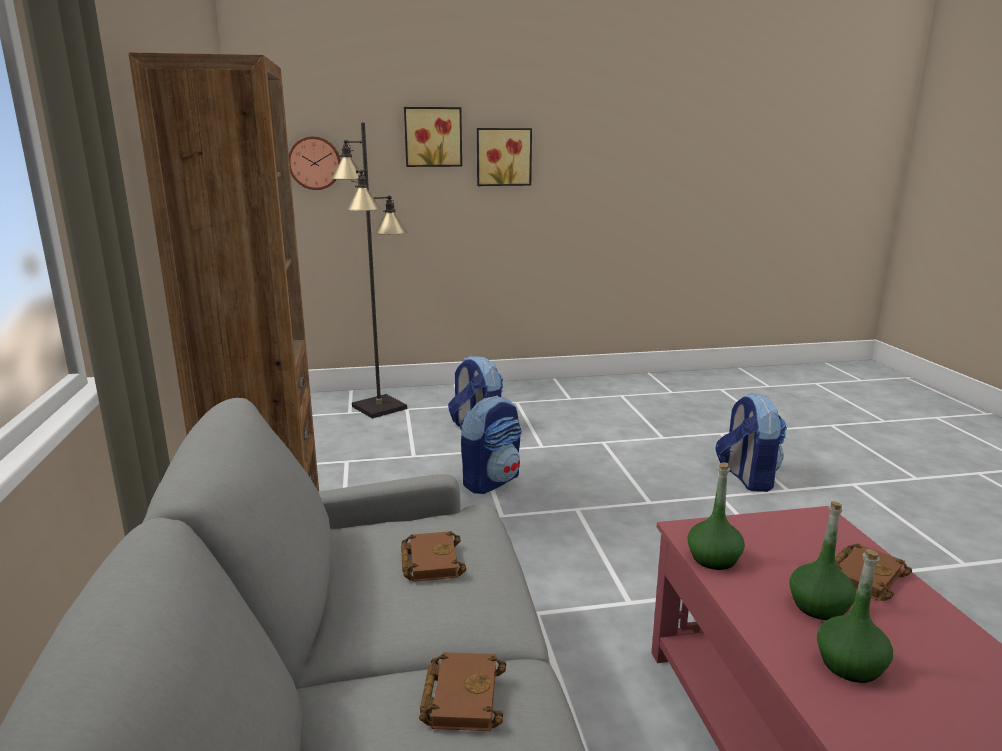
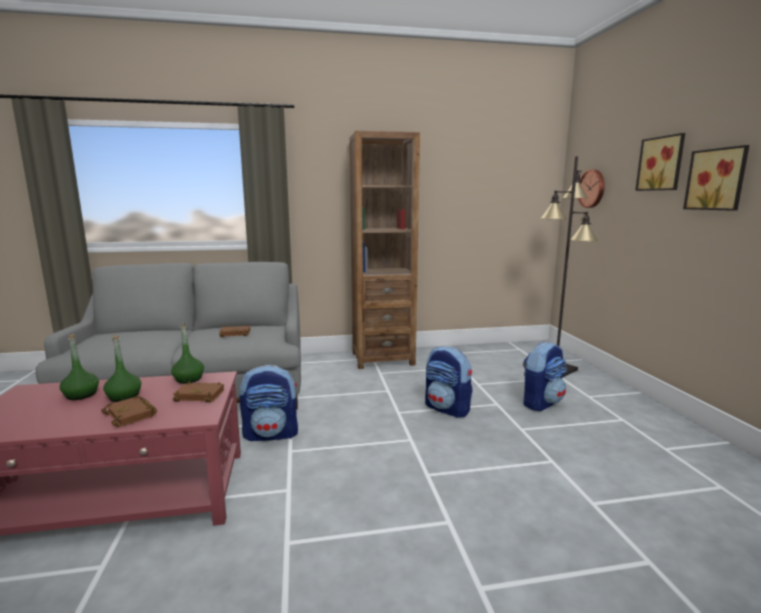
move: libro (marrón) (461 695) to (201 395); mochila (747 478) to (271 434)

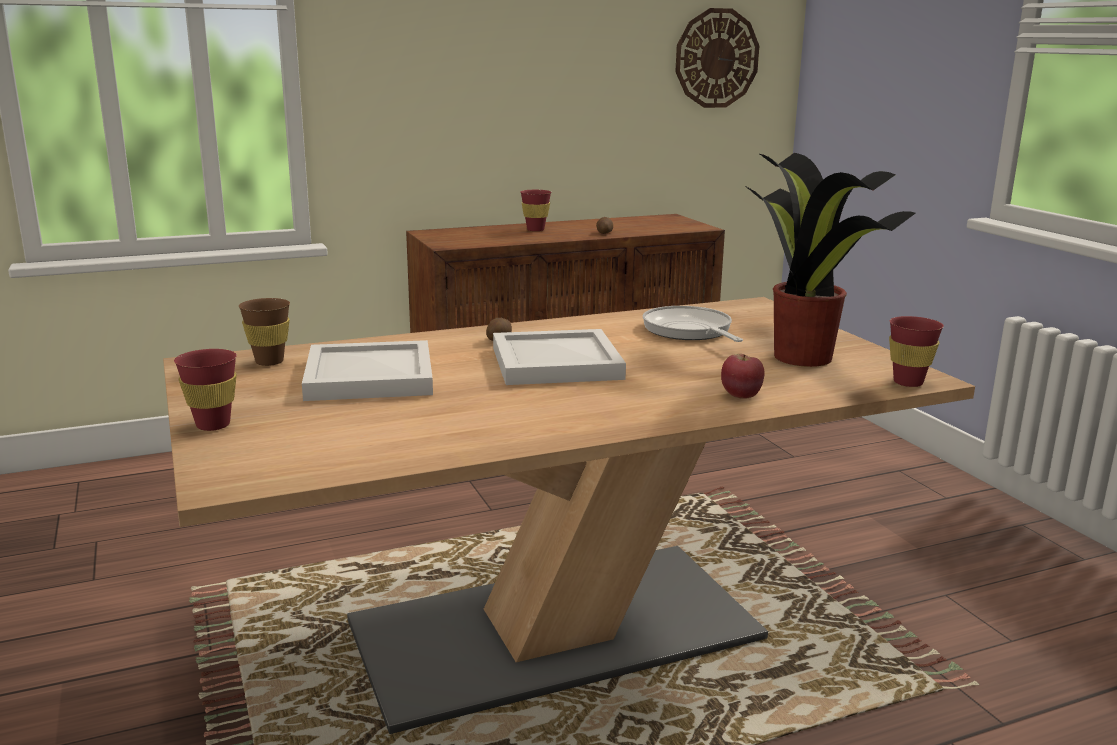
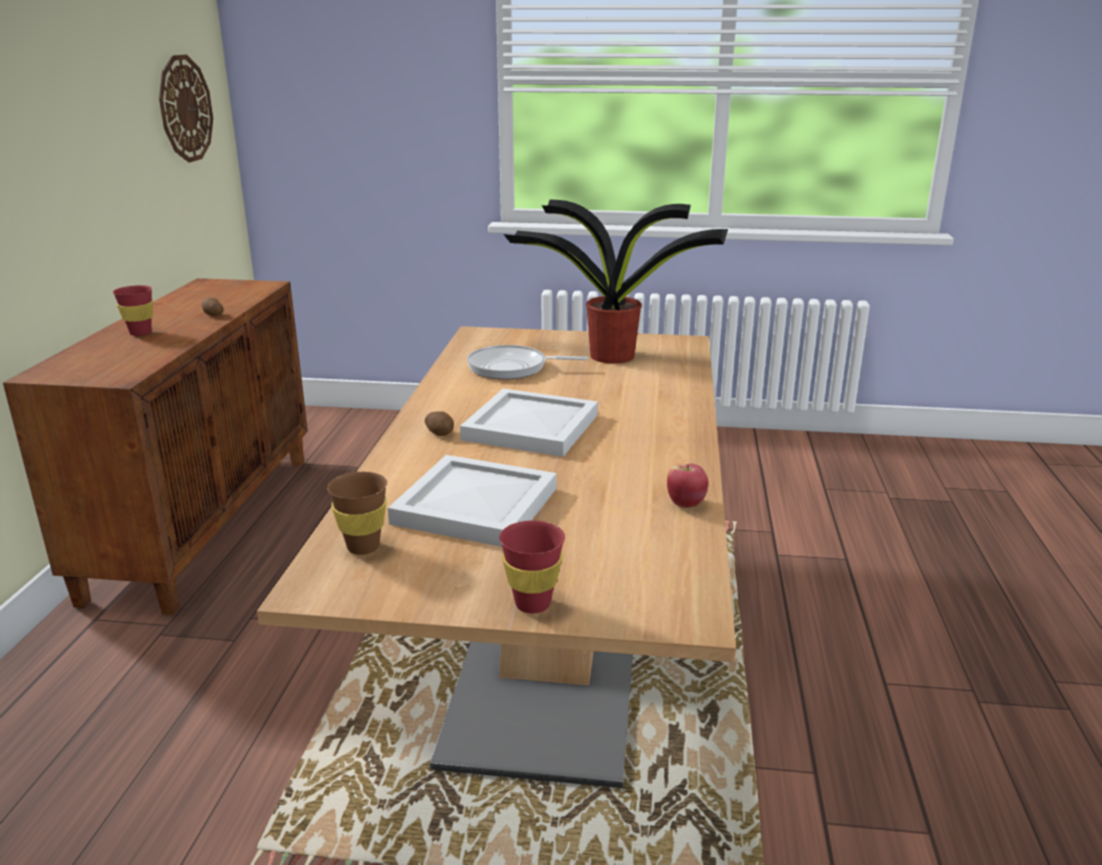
delete: taza (rojo) (908 382)
move: manzana (741 396) to (686 504)

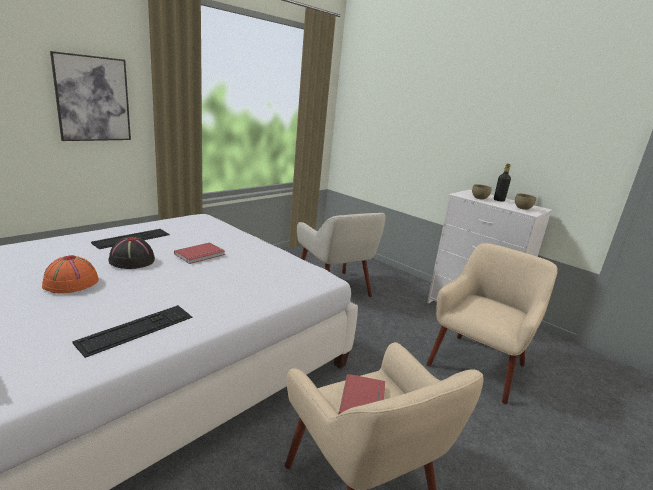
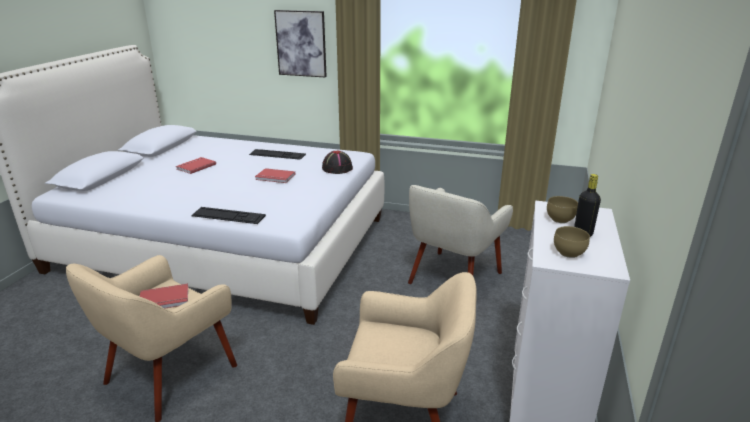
move: teclado (136 329) to (228 215); sombrero (negro) (131 260) to (337 168)
replace: sombrero (naranja) (70 283) to libro (rojo) (195 166)

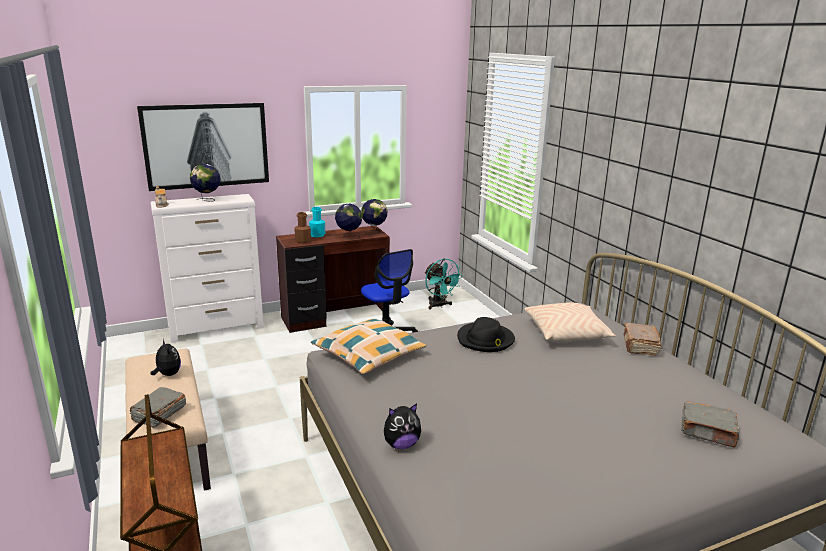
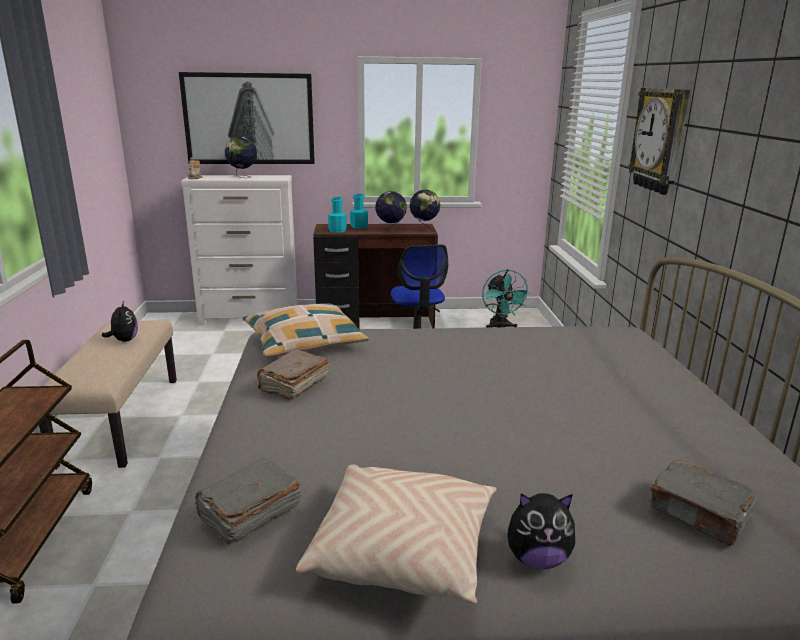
delete: sombrero (negro) (485 340)
insert: reloj de pared (661 140)
move: libro (gris) (159 414) to (248 514); libro (marrón) (639 346) to (293 385); cojín (beis) (567 334) to (403 551); peluche (401 444) to (537 559)
recolor: botella (marrón) (303 241) to botella (turquesa) (337 230)

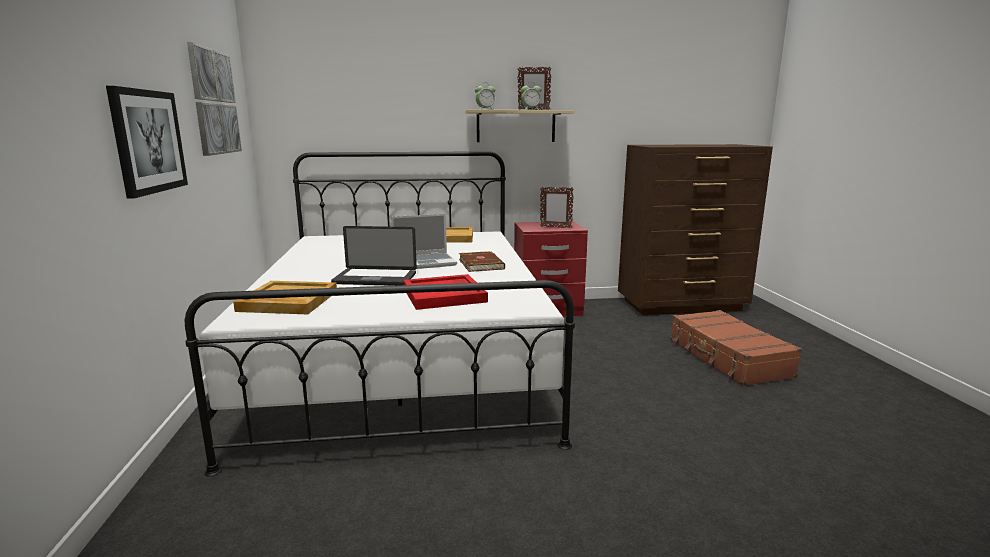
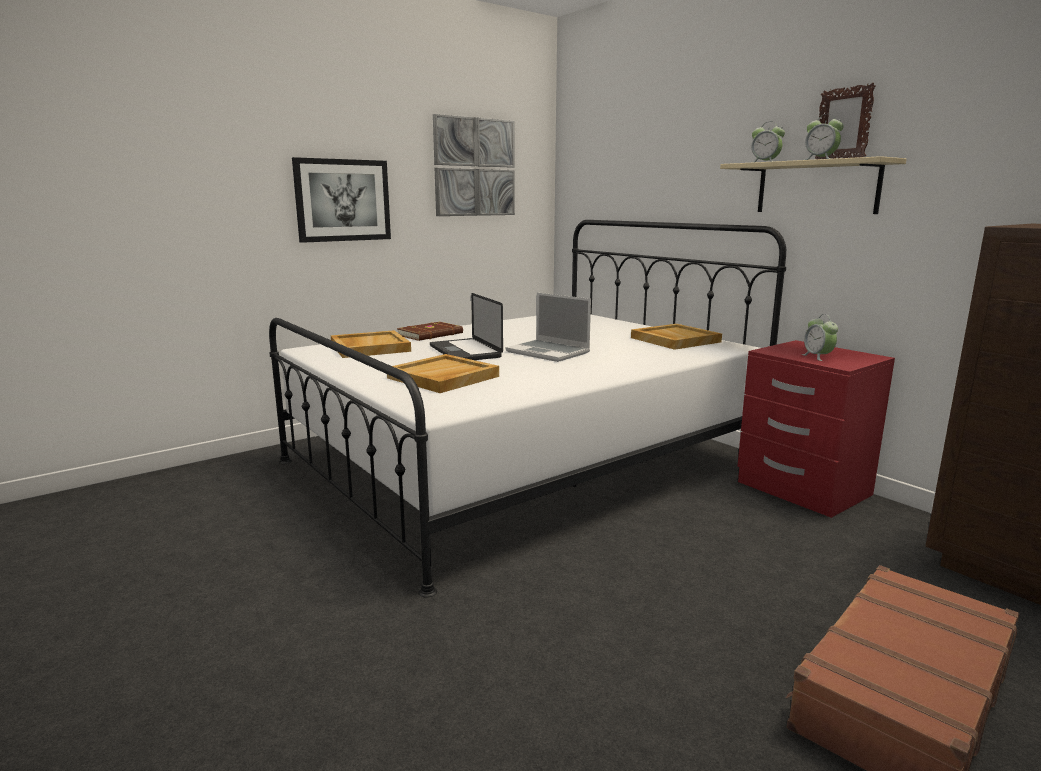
move: libro (marrón) (482 264) to (431 334)
replace: portarretratos (555 227) to despertador (818 357)
recolor: bandeja (rojo) (445 295) to bandeja (beis) (443 377)

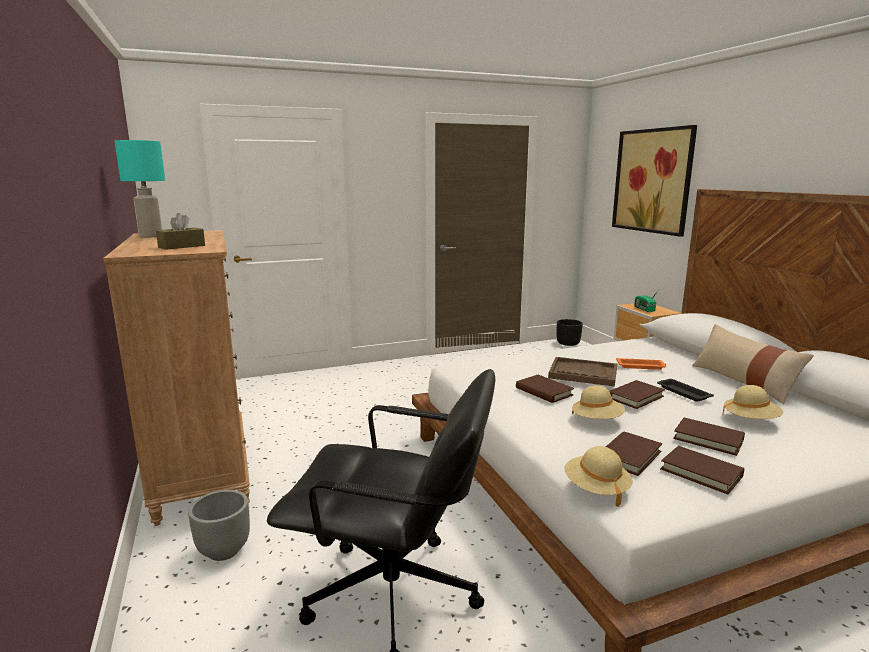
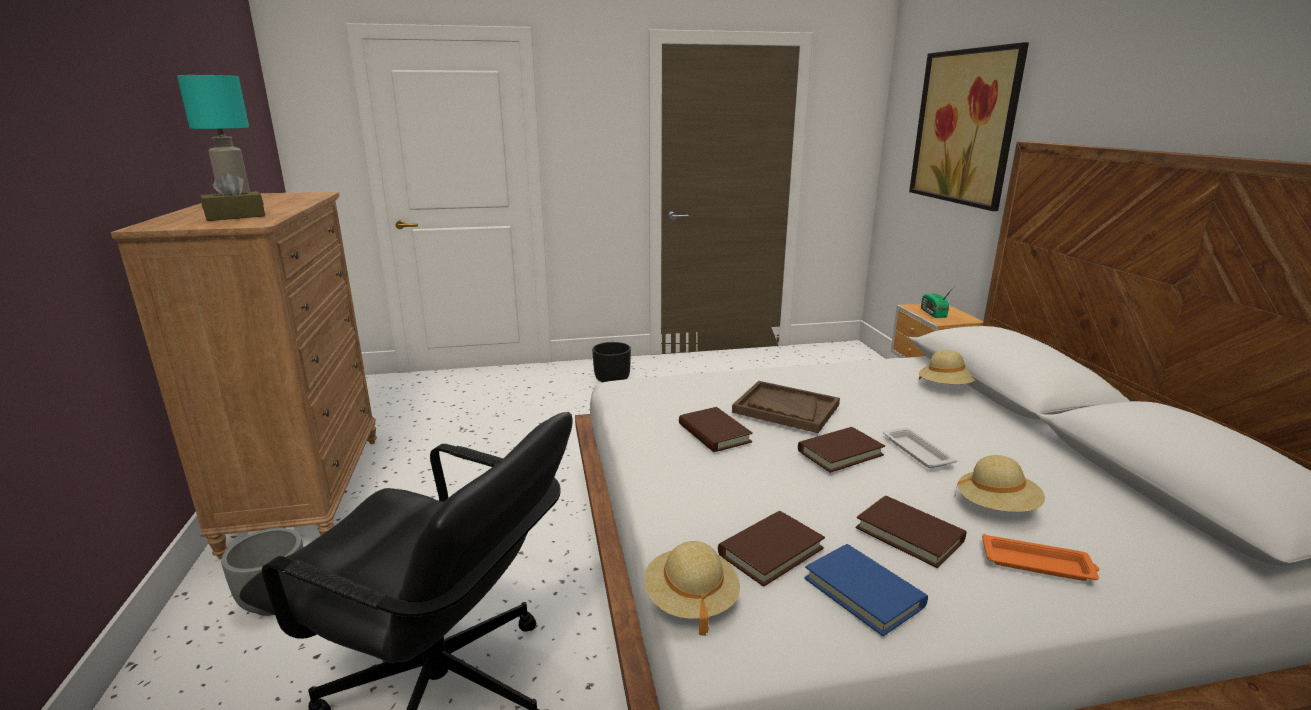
delete: cojín (beis) (743 382)
move: maceta (negro) (568 343) to (612 379); sombrero (beis) (597 420) to (946 387); bandeja (naranja) (641 366) to (1038 564)
recolor: libro (marrón) (701 472) to libro (azul) (863 592); bandeja (negro) (682 392) to bandeja (blanco) (916 451)

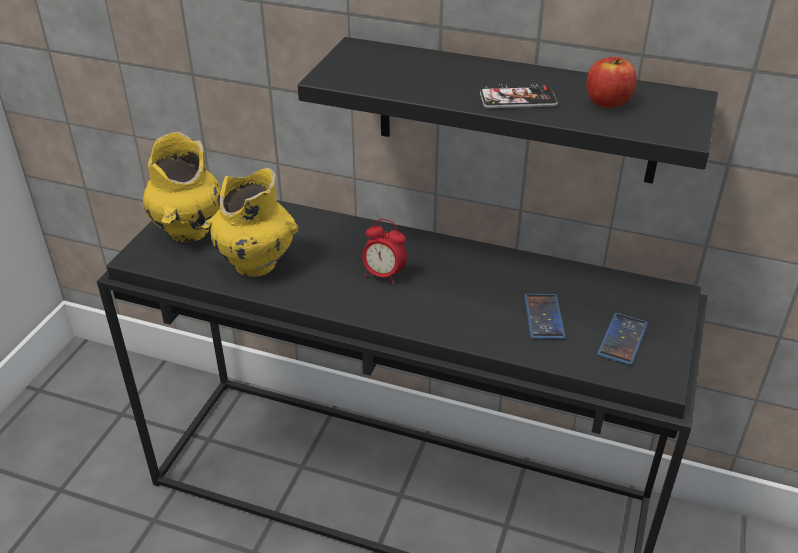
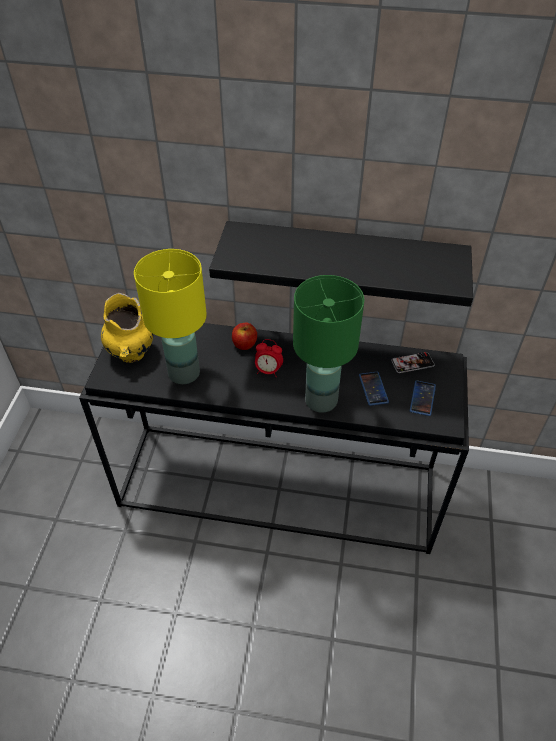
insert: lámpara de mesa (verde) (320 401)
move: manzana (607 102) to (244 344); móvil (518 99) to (412 363)
replace: florero (amarillo) (255 264) to lámpara de mesa (amarillo) (183 373)

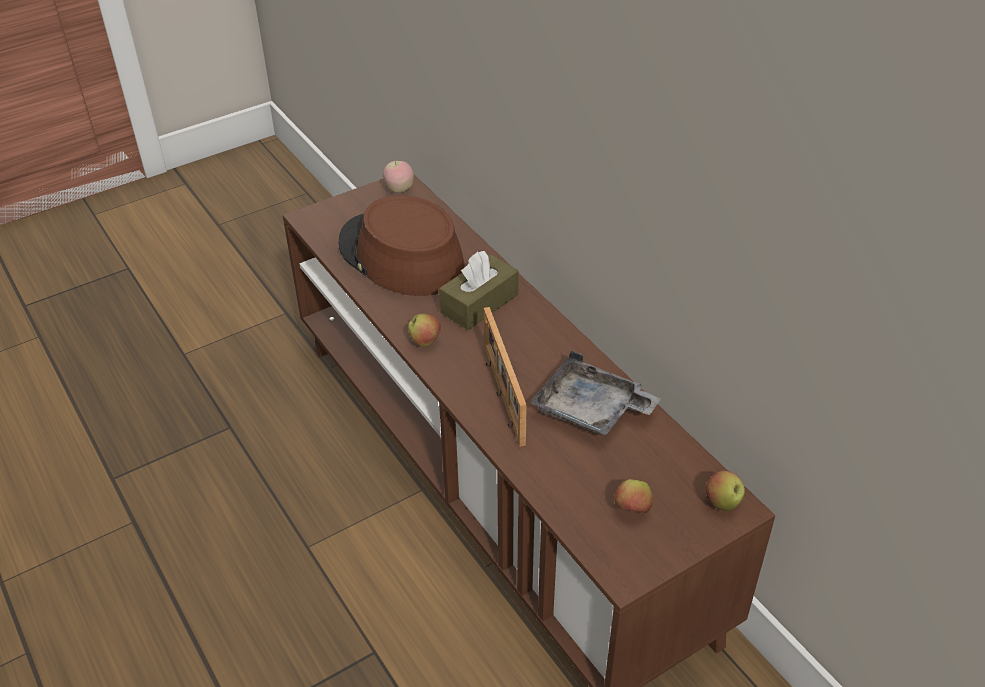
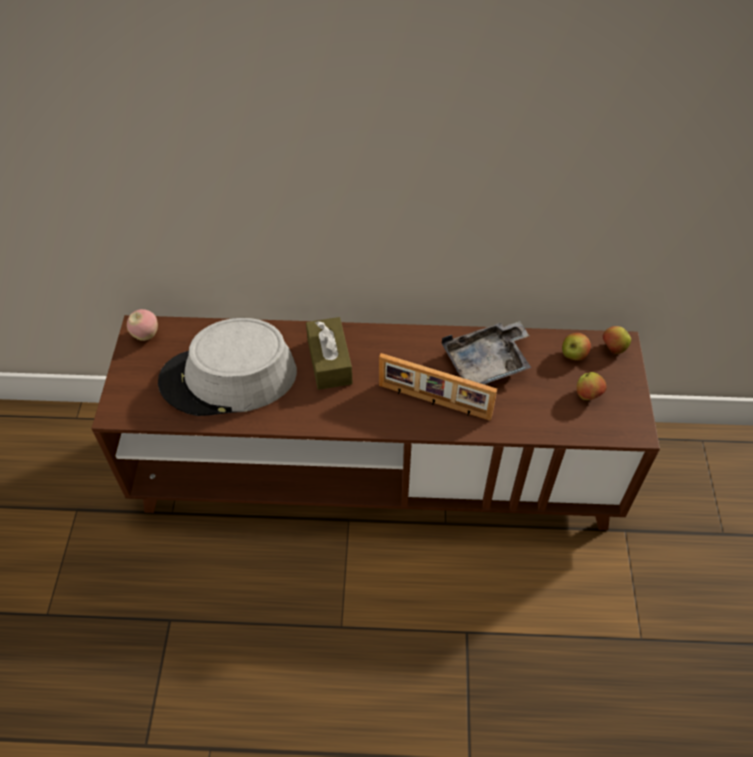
move: manzana (425 342) to (573 355)
recolor: sombrero (marrón) (400 256) to sombrero (gris) (229 378)

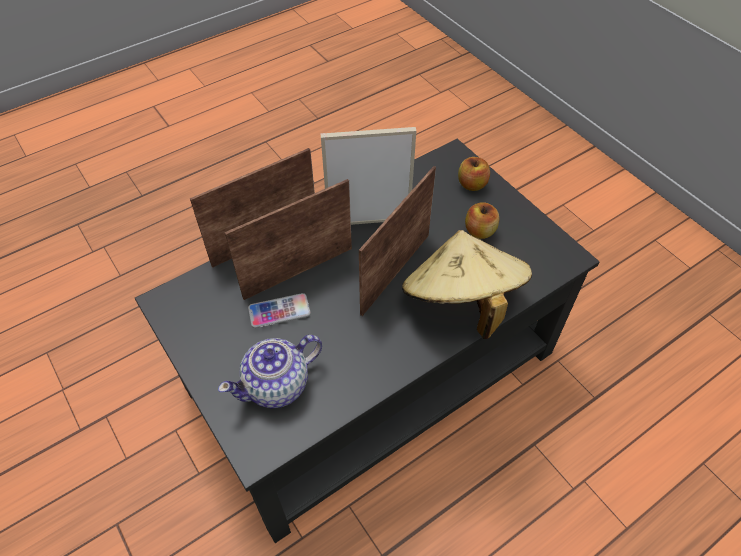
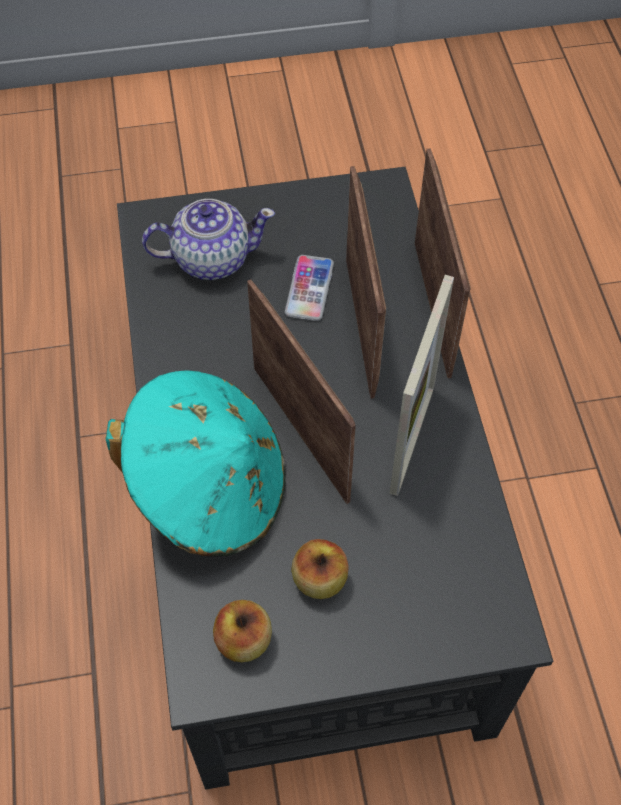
move: manzana (472 184) to (244 641)
recolor: sombrero (beis) (461 302) to sombrero (turquesa) (209 488)
rotate: tetera (278 385) = (211 258) 90 degrees clockwise

